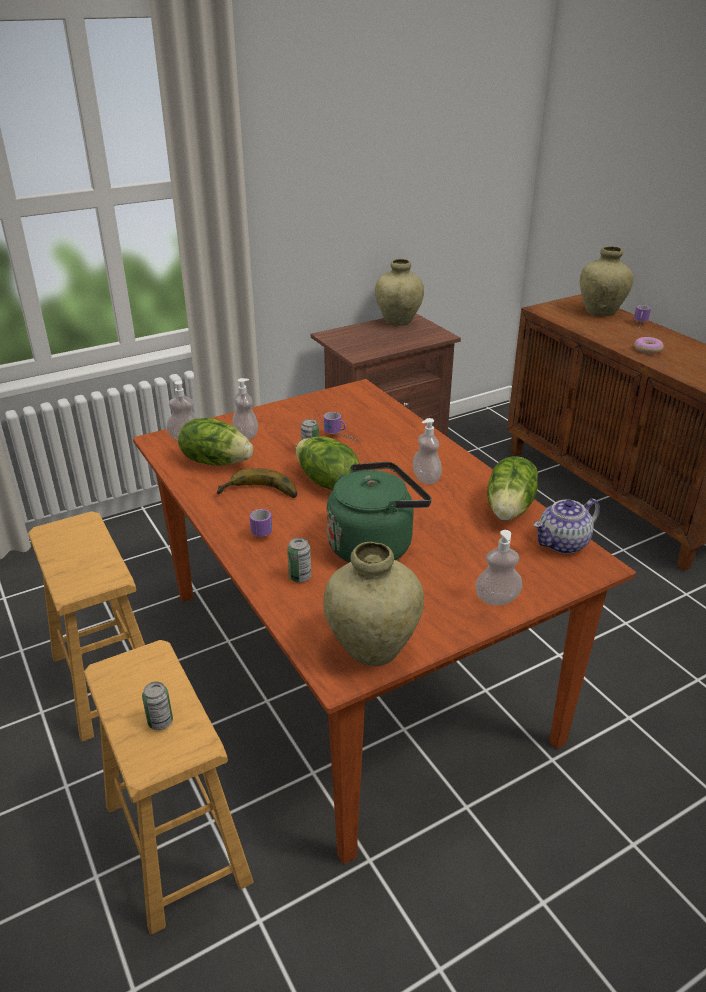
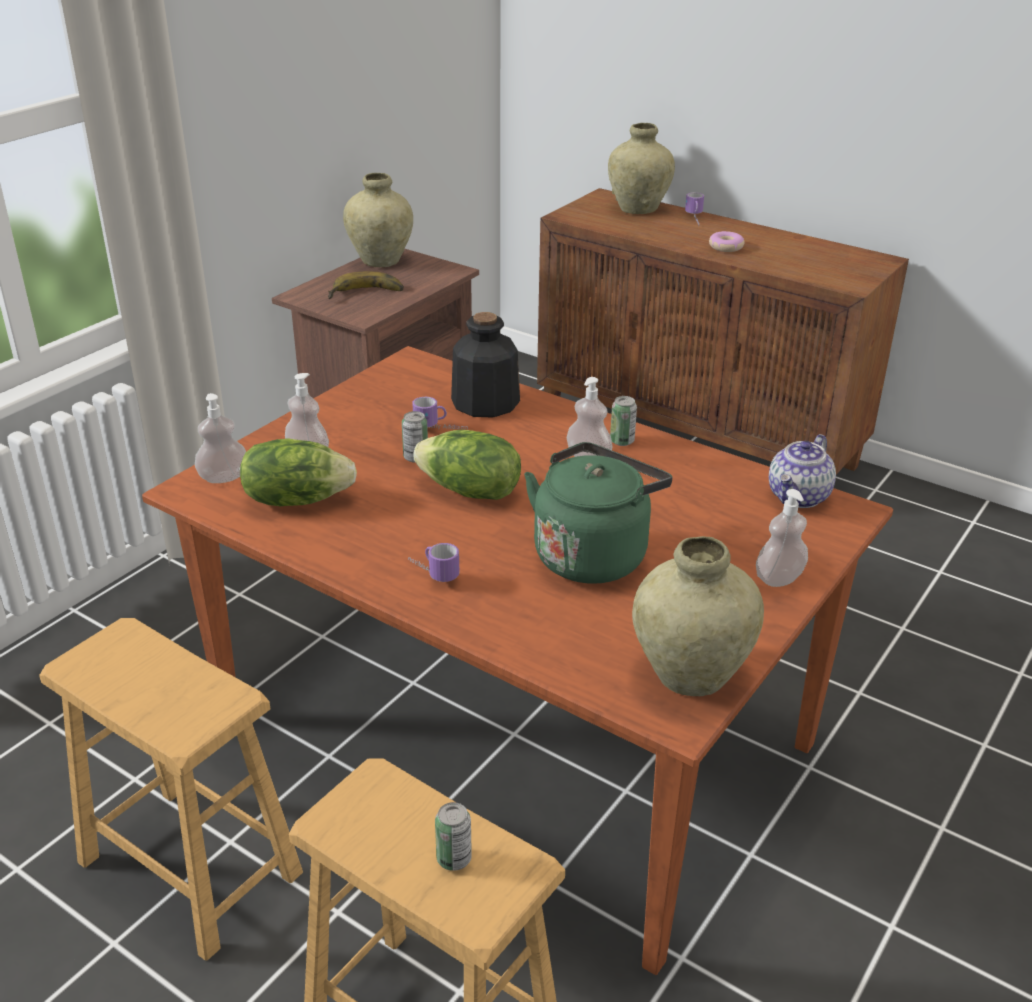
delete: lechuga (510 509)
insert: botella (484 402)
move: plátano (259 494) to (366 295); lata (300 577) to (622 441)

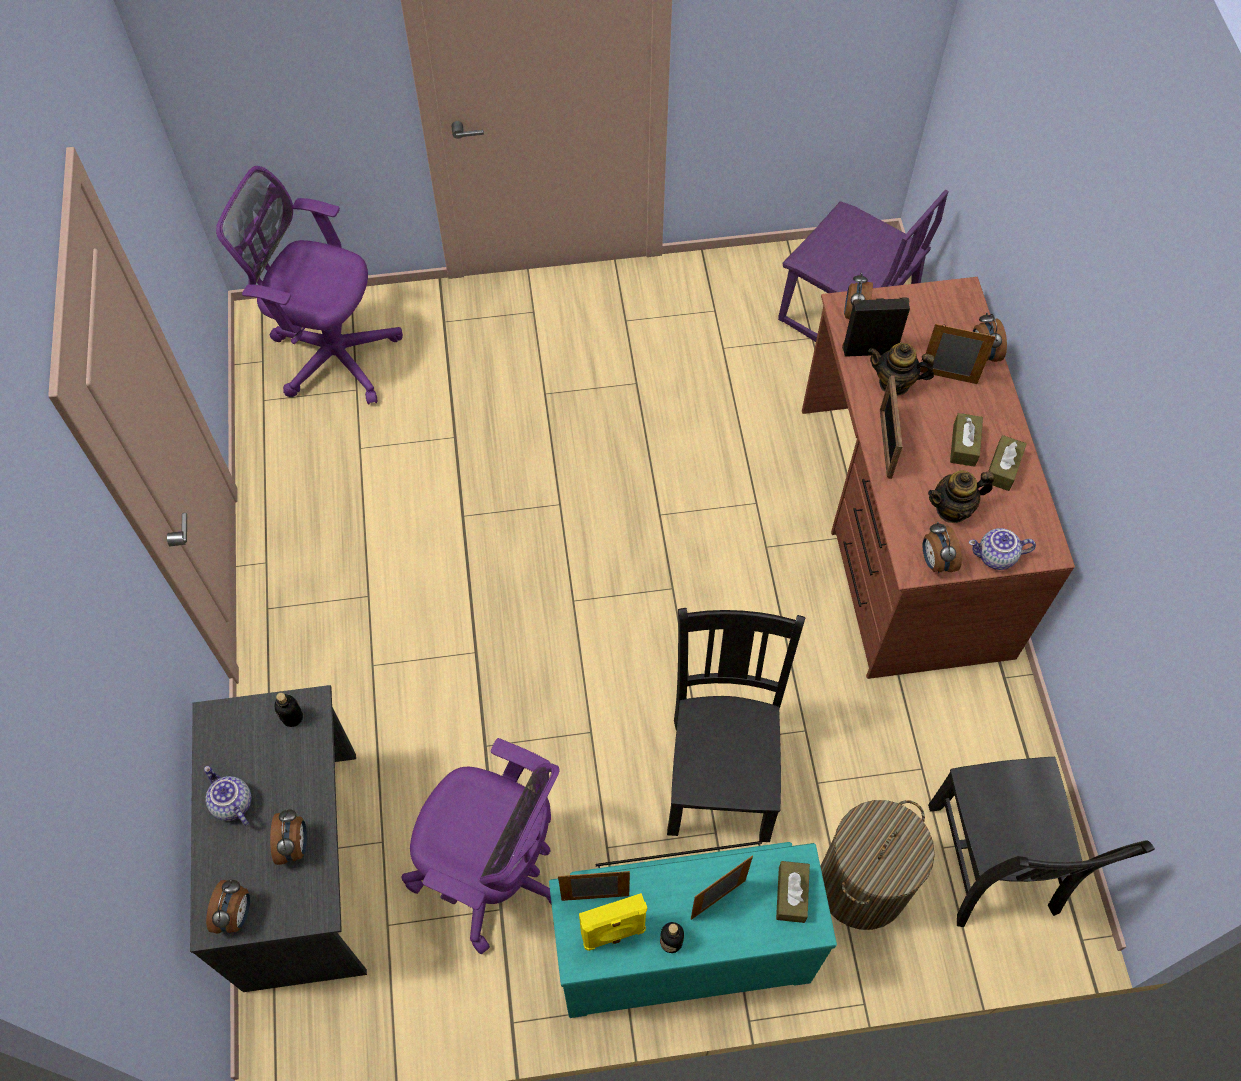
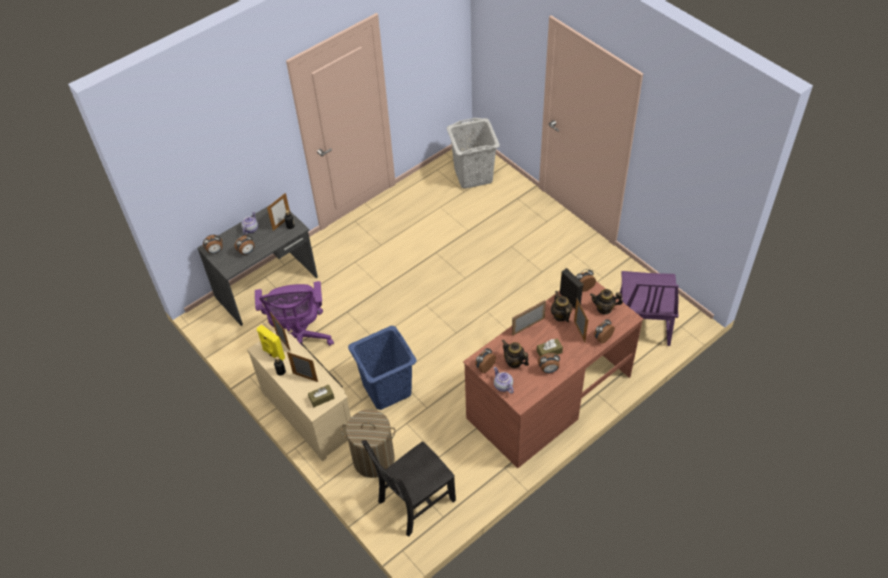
insert: portarretratos (282 223); tetera (604 308)
replace: silla (negro) (721 774) to cesto de la ropa (azul) (387 389); silla de oficina (morado) (331 353) to cesto de la ropa (gris) (473 175); caja de pañuelos (marrón) (1003 468) to despertador (548 370)
recolor: cómoda (turquesa) (682 947) to cómoda (beis) (309 412)

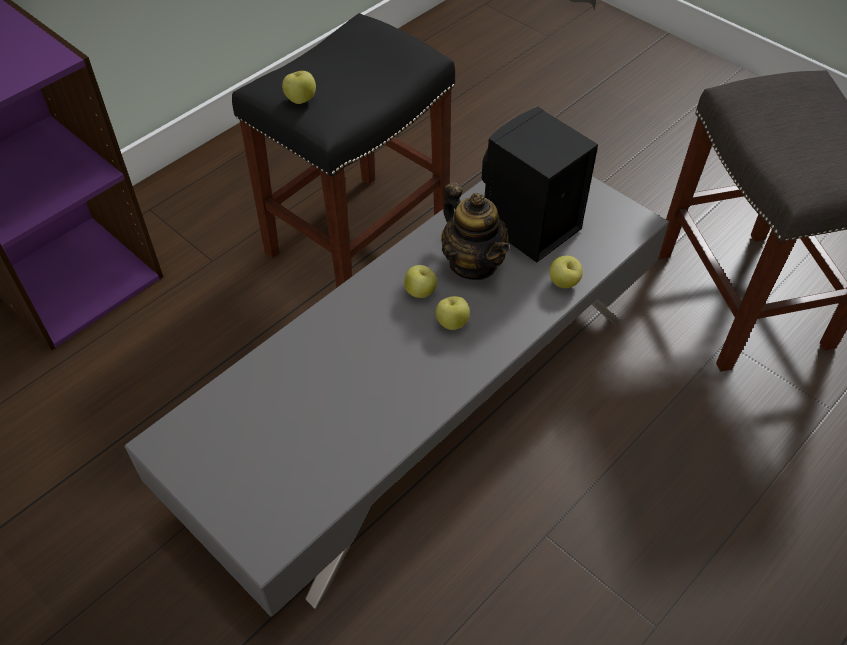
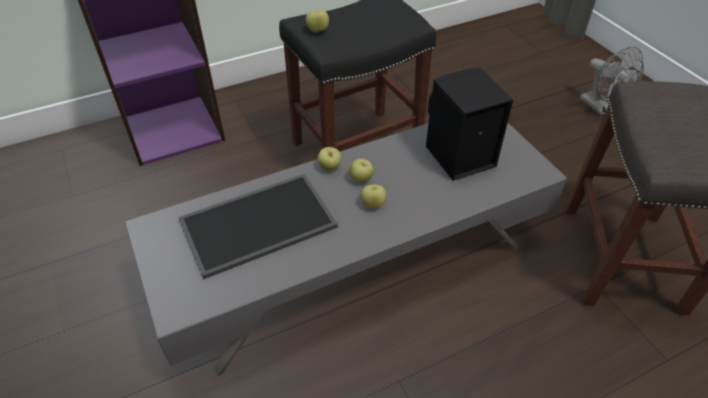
delete: tetera (473 263)
insert: bandeja (257 226); ventilador (gris) (601 107)
move: manzana (563 283) to (330 167)

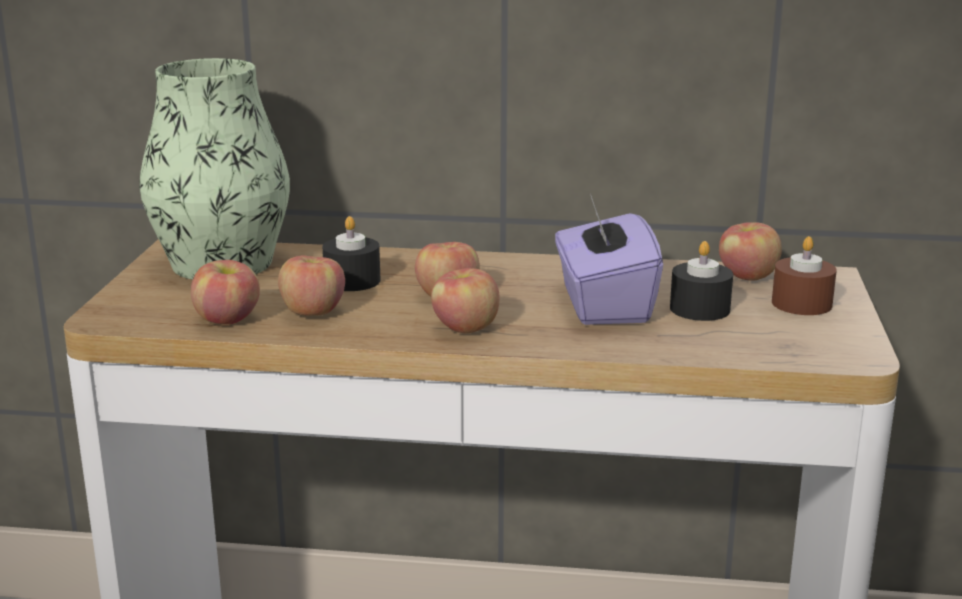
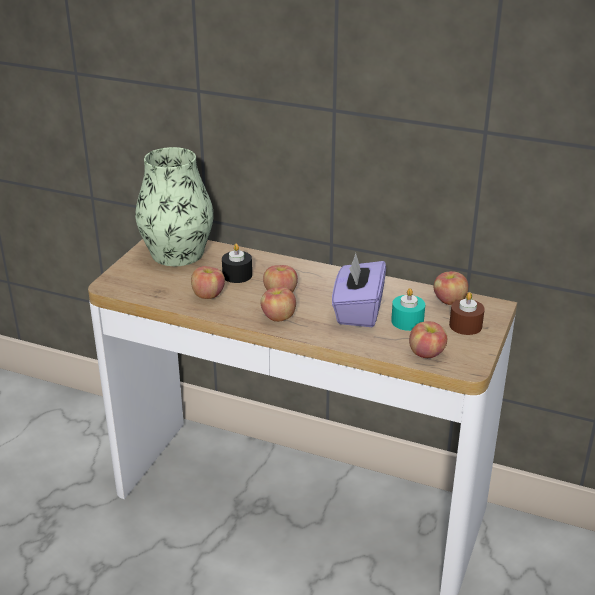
move: manzana (228 320) to (426 353)
recolor: vela (negro) (699 309) to vela (turquesa) (407 321)

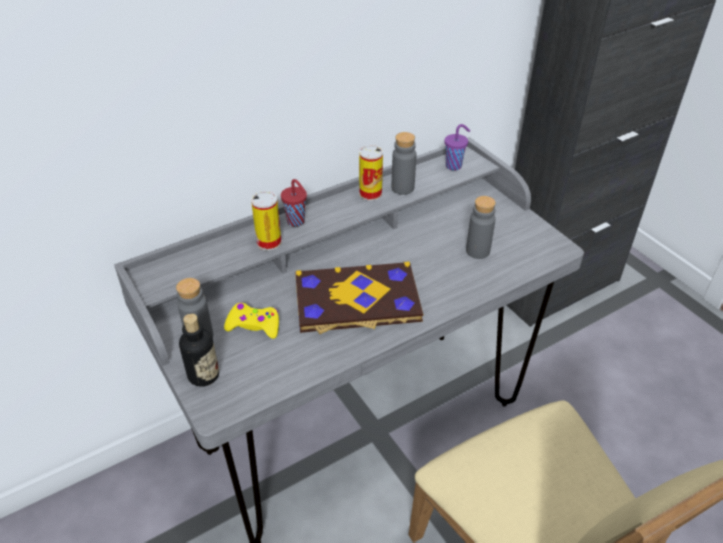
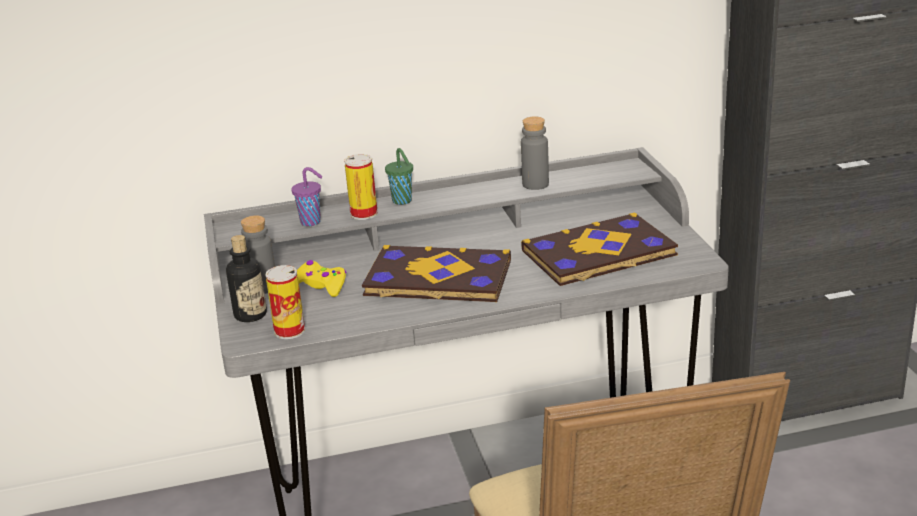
move: lata (370 194) to (289 331); taza (morado) (454 166) to (312 222)
replace: botella (gris) (477 251) to libro (599 254)
recolor: taza (rojo) (296 222) to taza (verde) (402 201)

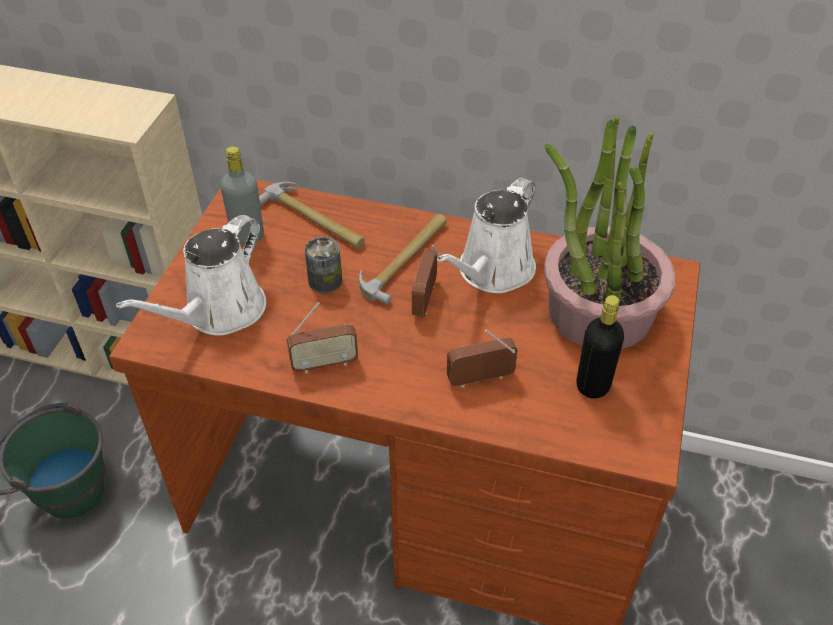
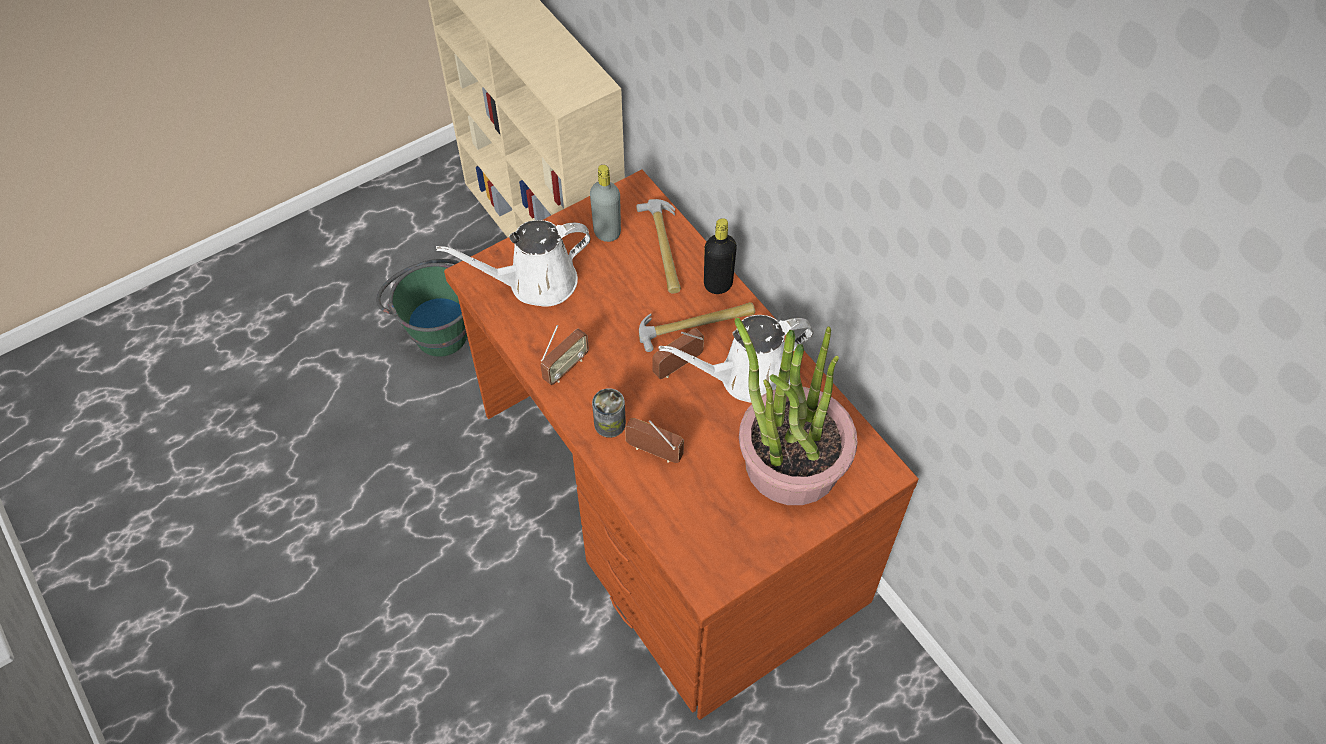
move: lata (325 281) to (609 423); botella (negro) (593 385) to (718 284)
rotate: radio (324 364) = (565 368) 75 degrees counterclockwise

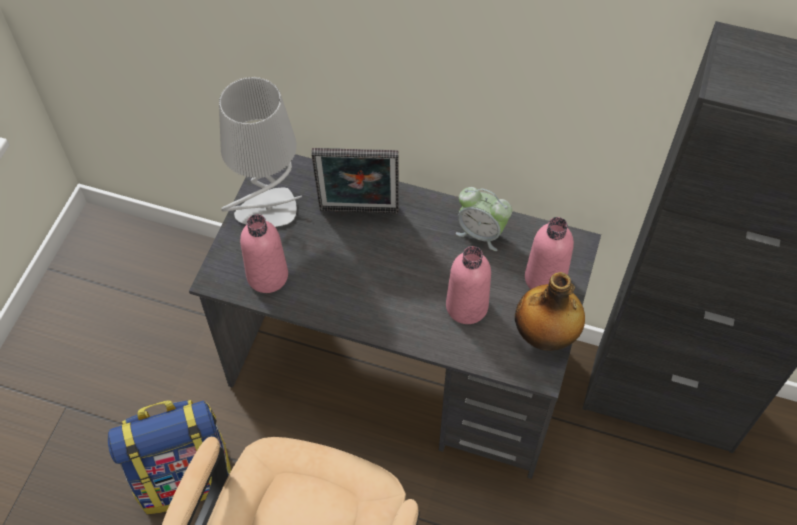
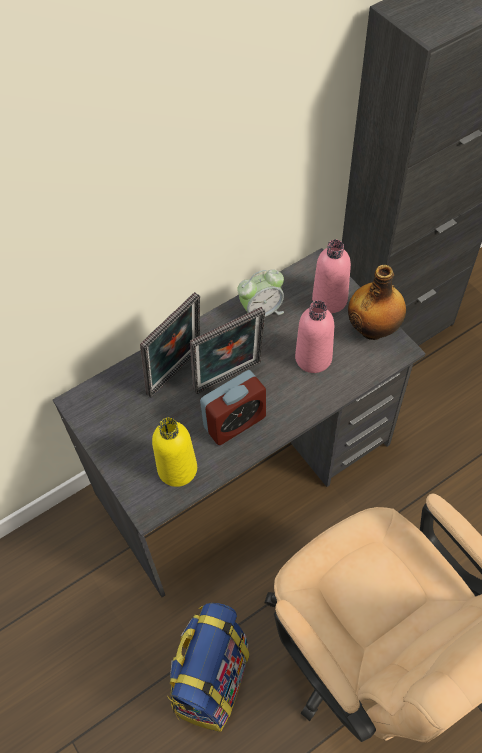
delete: lámpara de mesa (gris) (267 211)
insert: portarretratos (229 379); despertador (235 422)
recolor: botella (rosa) (267 276) to botella (amarillo) (177 469)

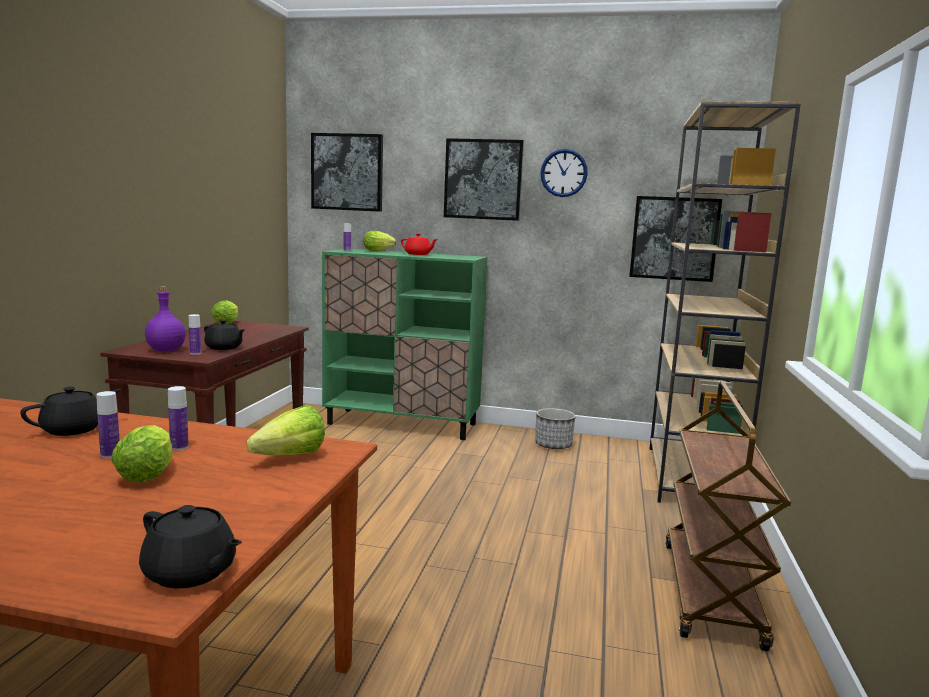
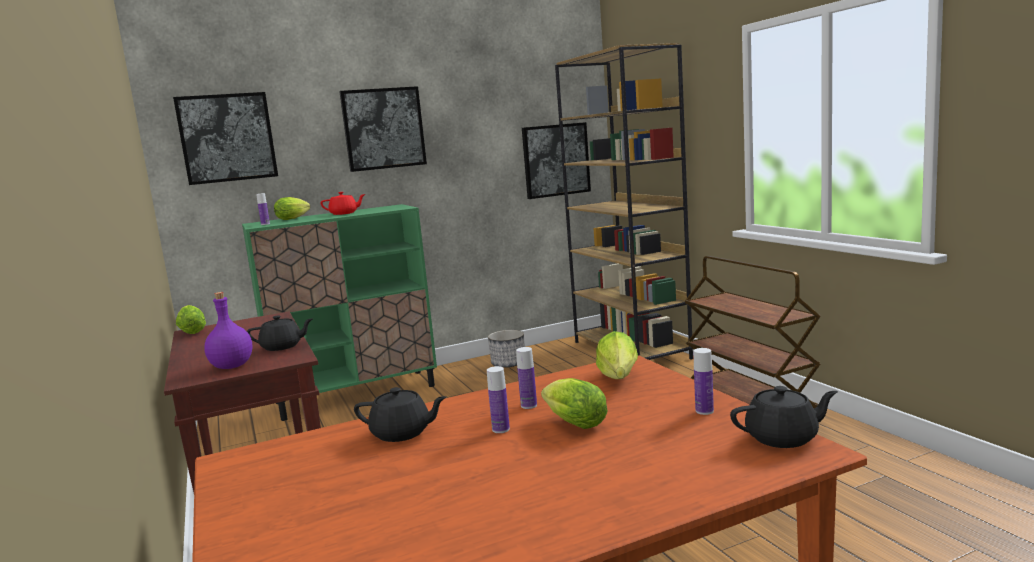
delete: reloj de pared (563 173)
move: botella (195 353) to (704 411)
rotate: tetera (negro) (74 429) = (402 433) 90 degrees clockwise

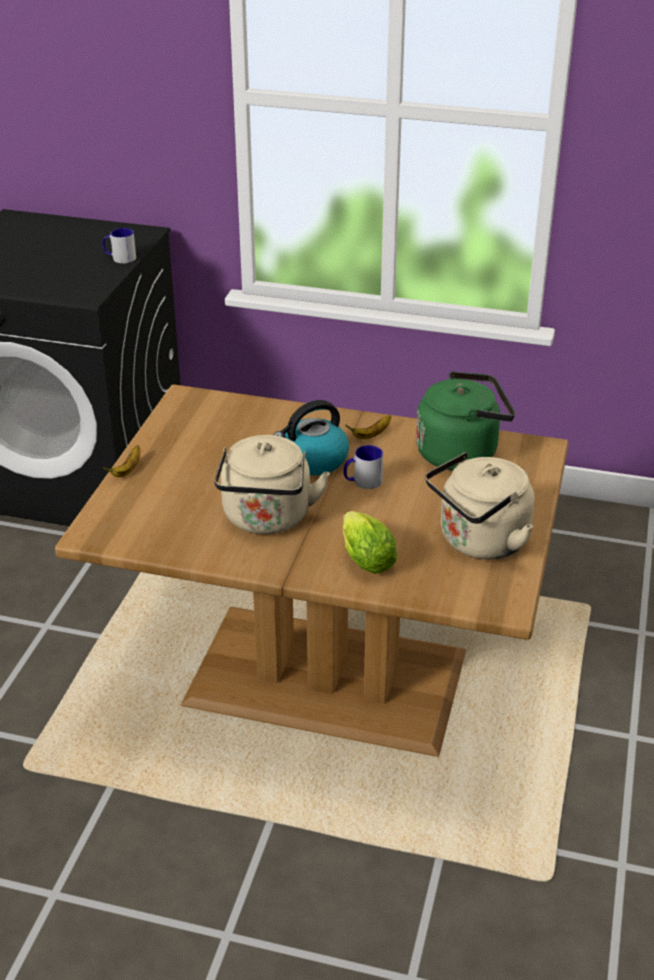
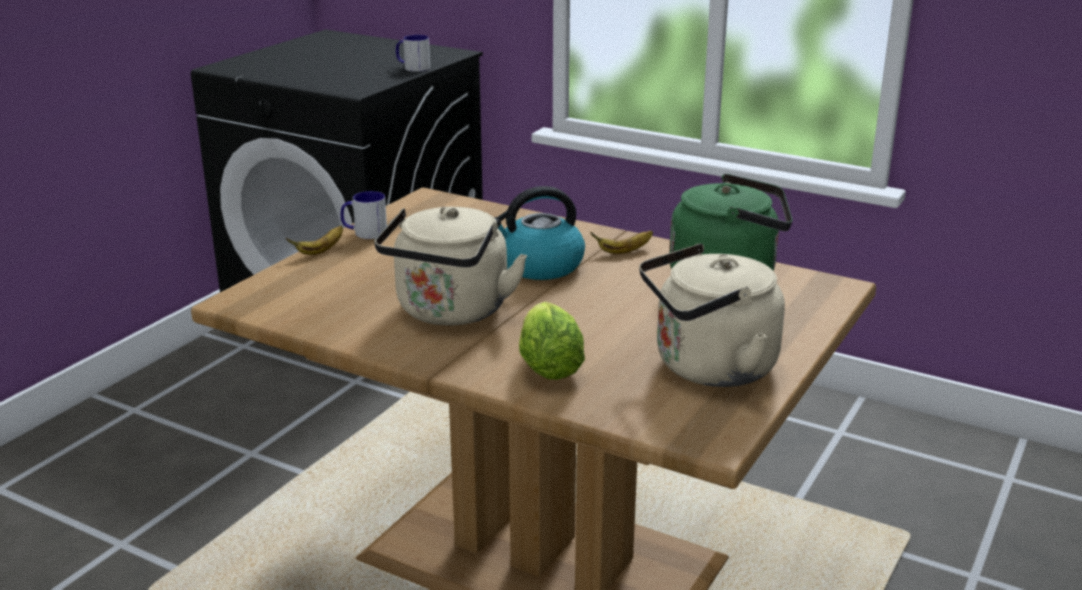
move: taza grande (362 482) to (364 233)

